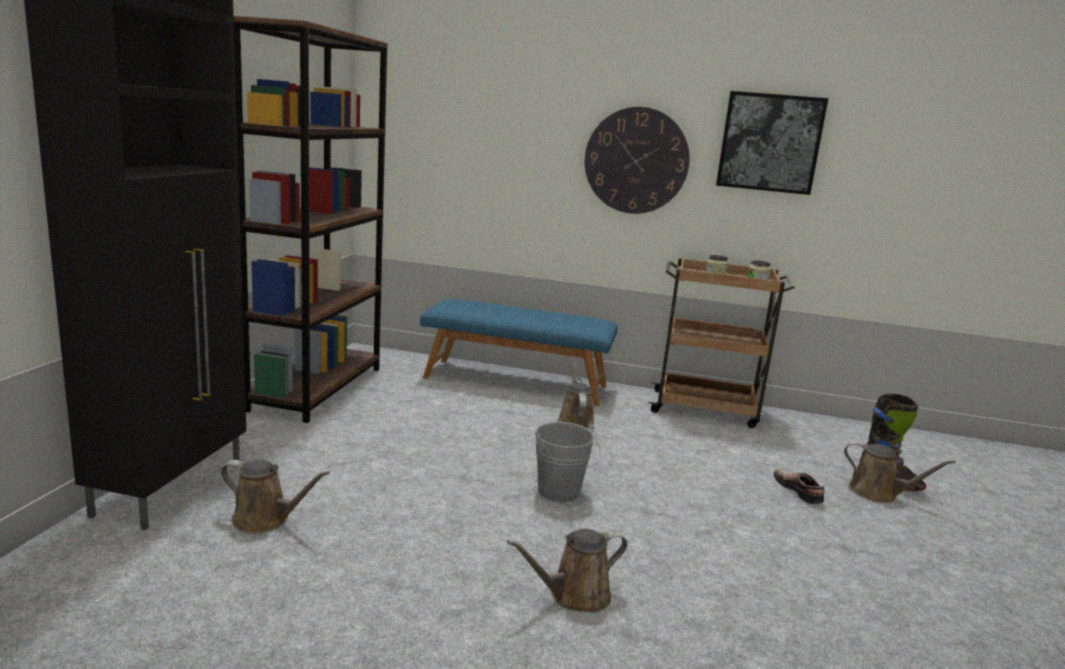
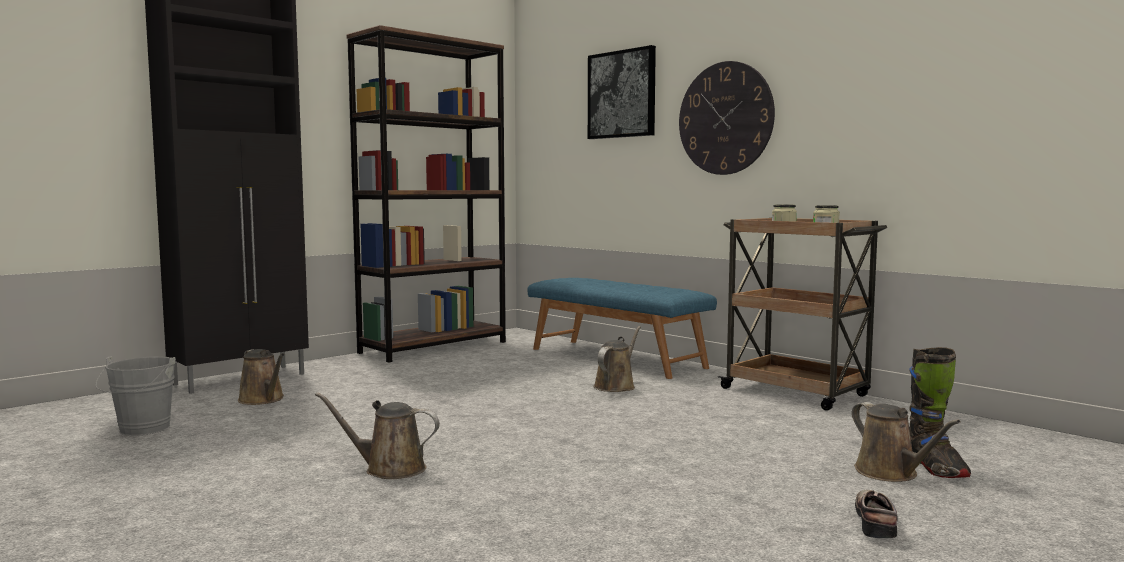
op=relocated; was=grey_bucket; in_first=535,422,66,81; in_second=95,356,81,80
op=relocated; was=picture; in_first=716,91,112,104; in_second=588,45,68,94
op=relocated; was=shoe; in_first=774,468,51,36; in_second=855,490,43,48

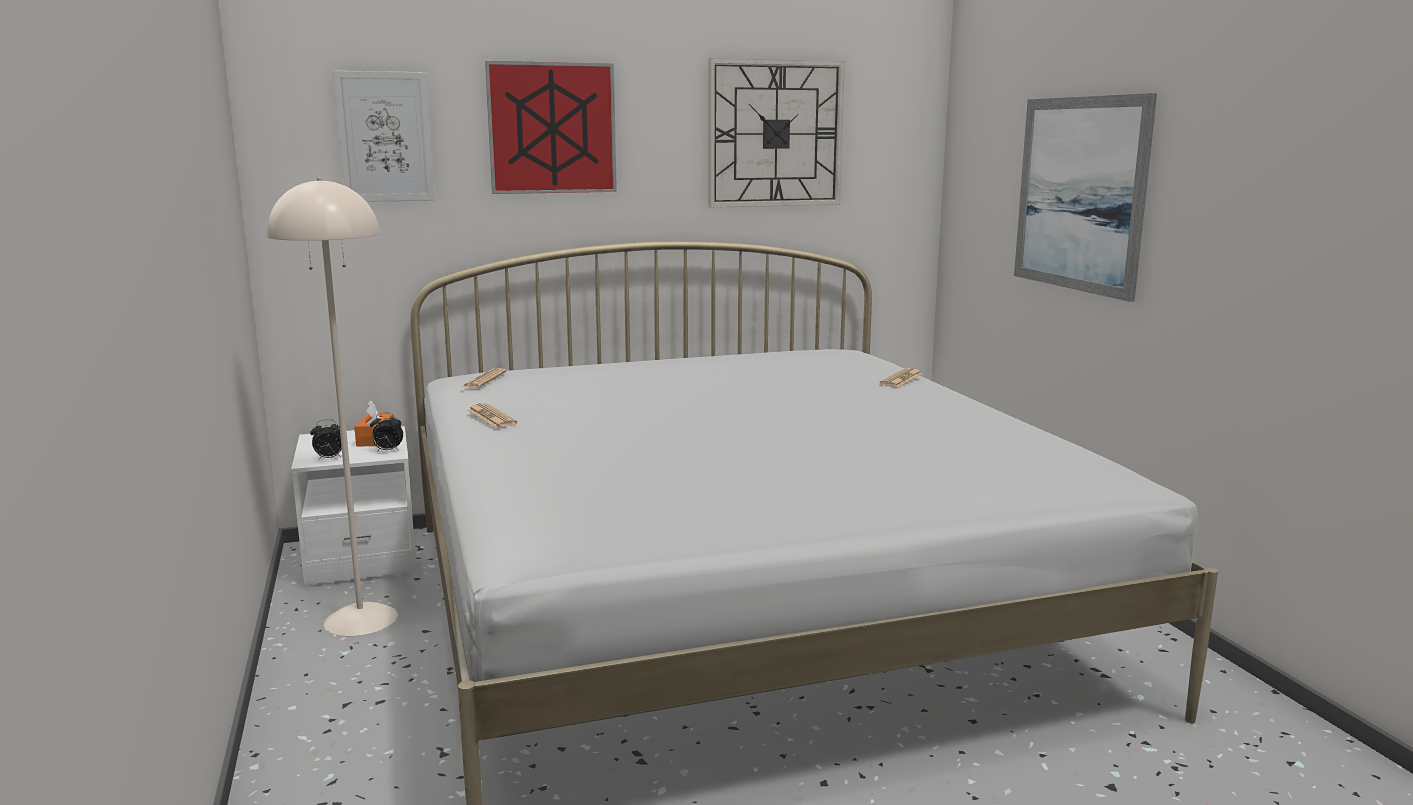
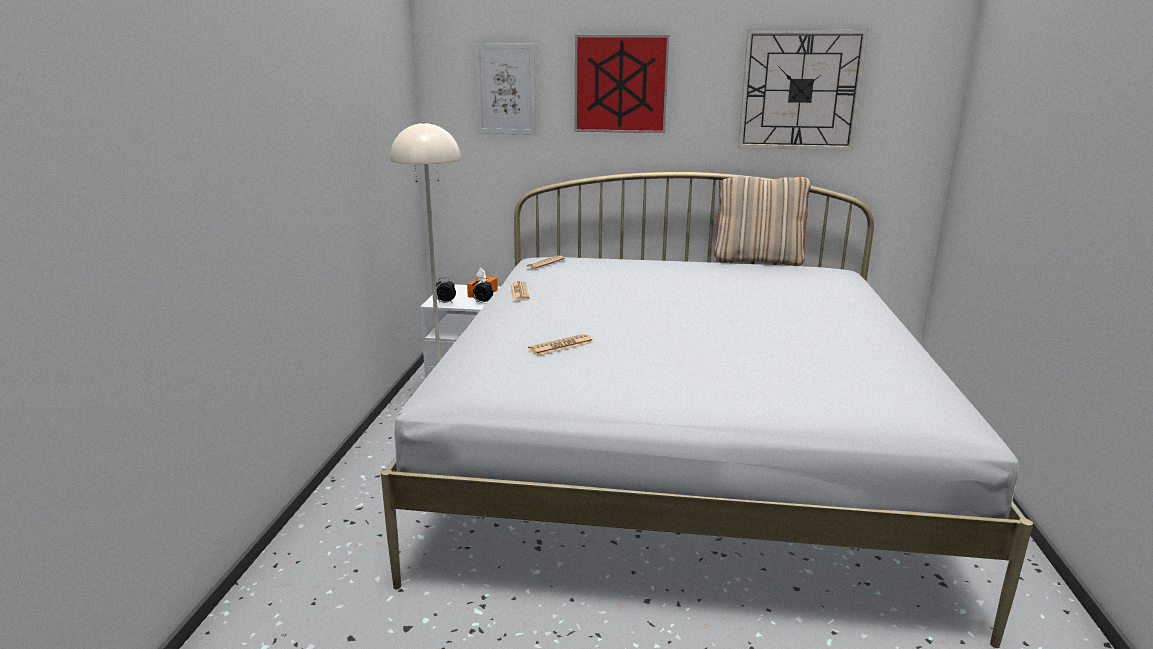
op=relocated; was=newspaper; in_first=880,368,42,19; in_second=528,334,66,22
op=missing; was=picture; in_first=1014,93,143,209
op=appeared; now=beige_pillow; in_second=714,176,97,90

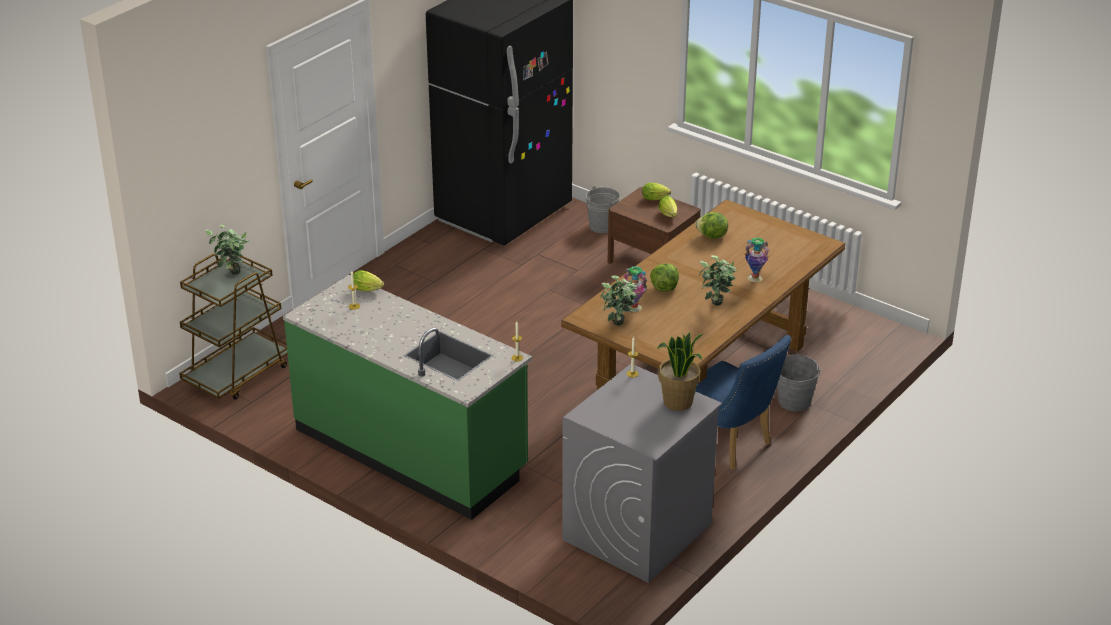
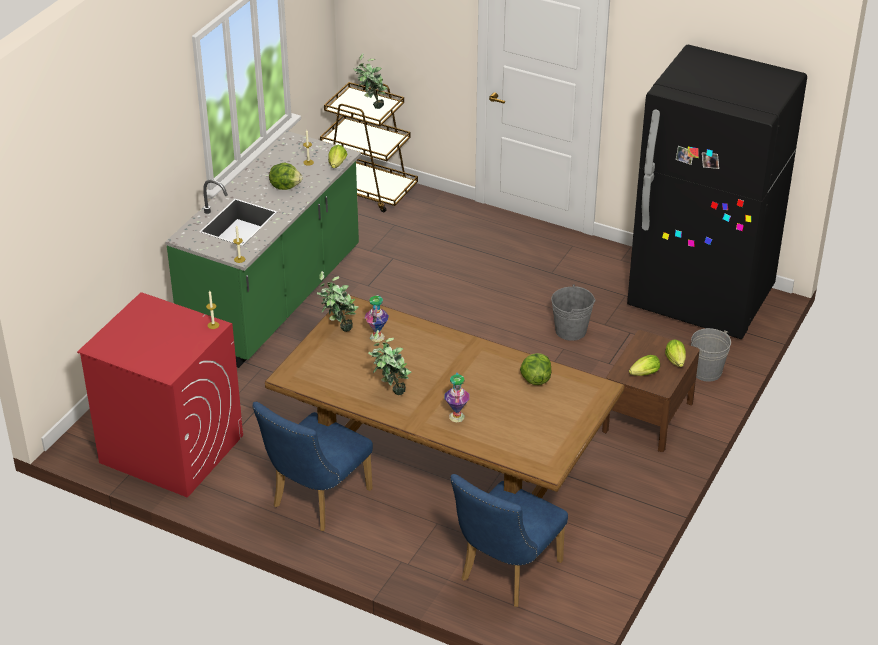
op=colour; was=grey_washing_machine; now=red_washing_machine; in_first=562,364,160,219; in_second=77,292,166,206
op=relocated; was=lettuce; in_first=650,263,29,29; in_second=269,162,34,28
op=missing; was=potted_plant; in_first=657,332,47,79
op=relocated; was=grey_bucket; in_first=777,354,43,57; in_second=551,284,45,57
op=appeared; now=blue_chair; in_second=450,474,118,133

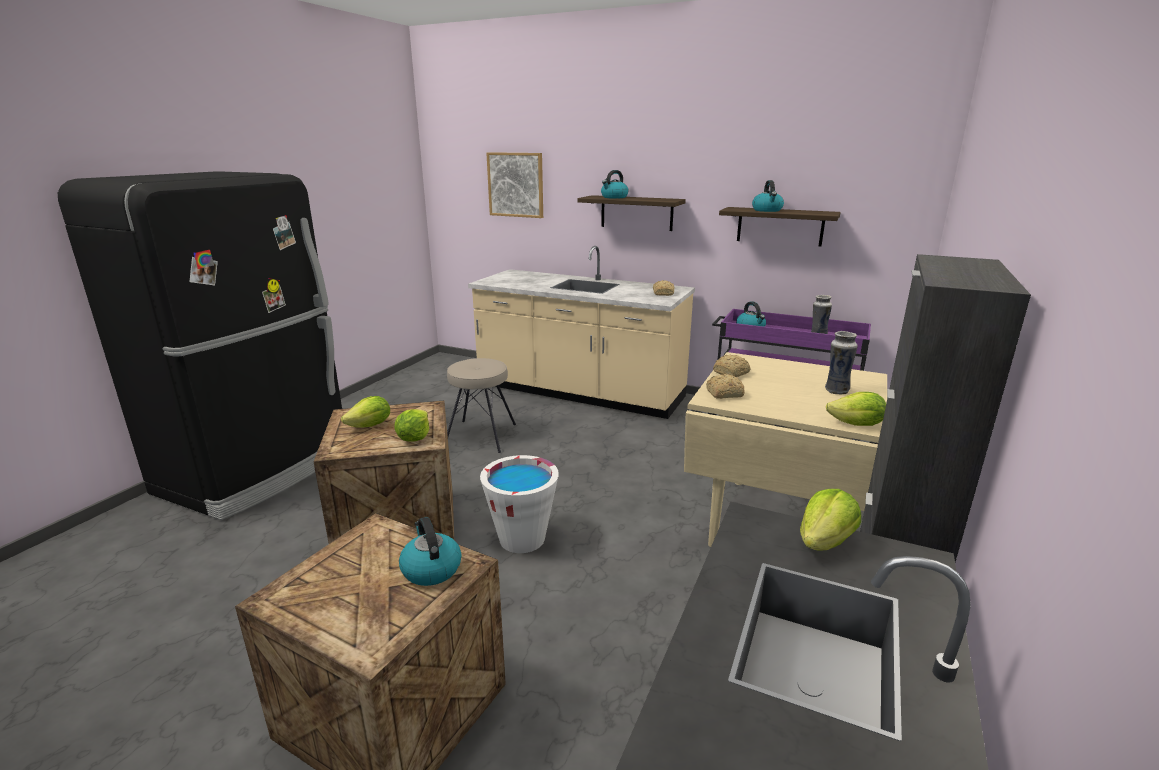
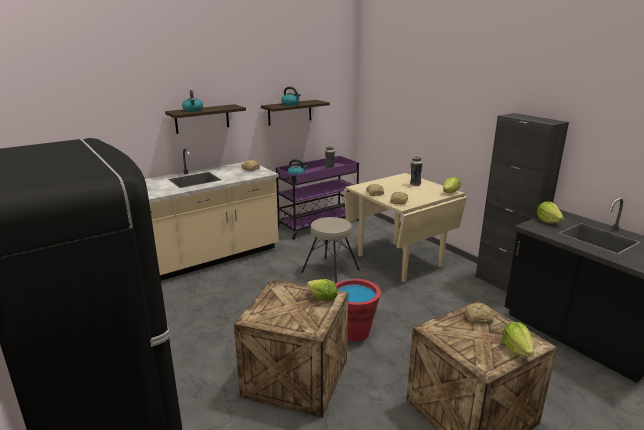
op=relocated; was=lettuce; in_first=341,396,49,32; in_second=502,322,32,35
op=exchanged; was=kettle; now=bread; in_first=399,517,62,69; in_second=465,303,29,21
op=relocated; was=beige_stool; in_first=447,358,69,95; in_second=301,217,59,66
op=colour; was=white_bucket; now=red_bucket; in_first=480,455,79,98; in_second=335,278,46,64
op=missing; was=picture; in_first=486,152,57,66

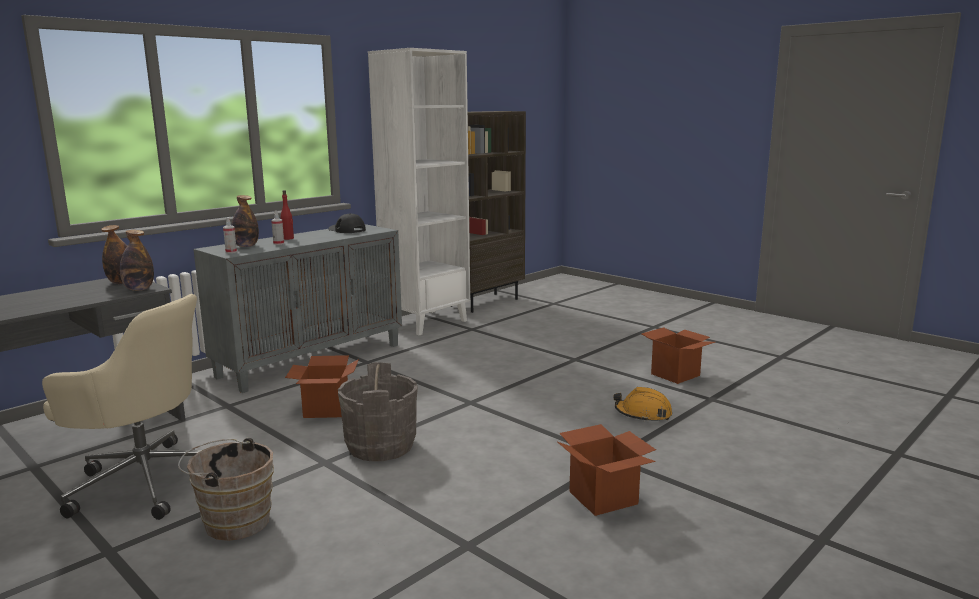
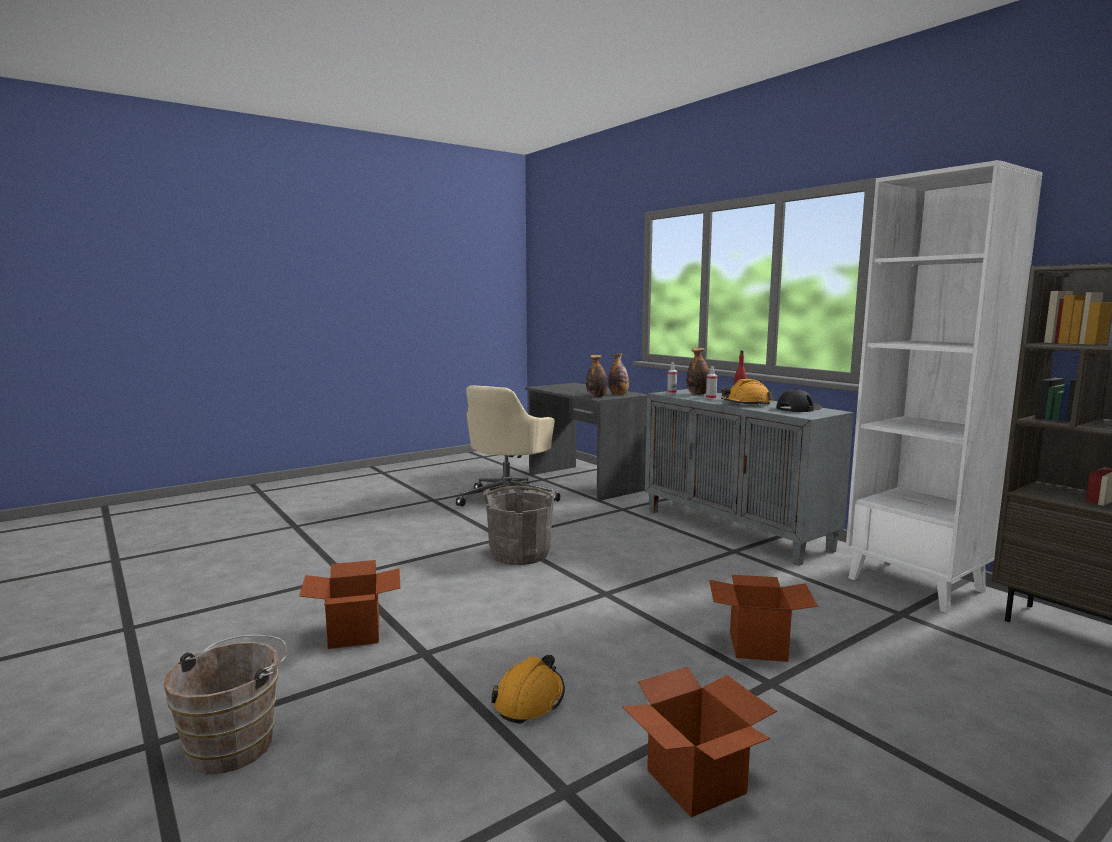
op=relocated; was=brown_bucket; in_first=178,438,96,103; in_second=163,635,125,139
op=relocated; was=cardboard_box; in_first=285,355,74,63; in_second=709,575,109,87
op=appeared; now=orange_hard_hat; in_second=721,379,52,27

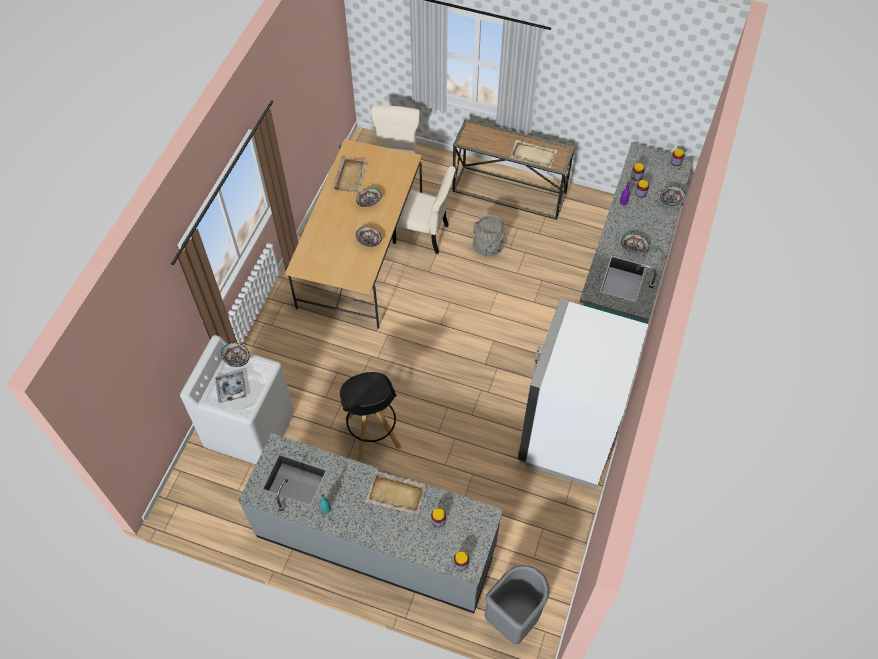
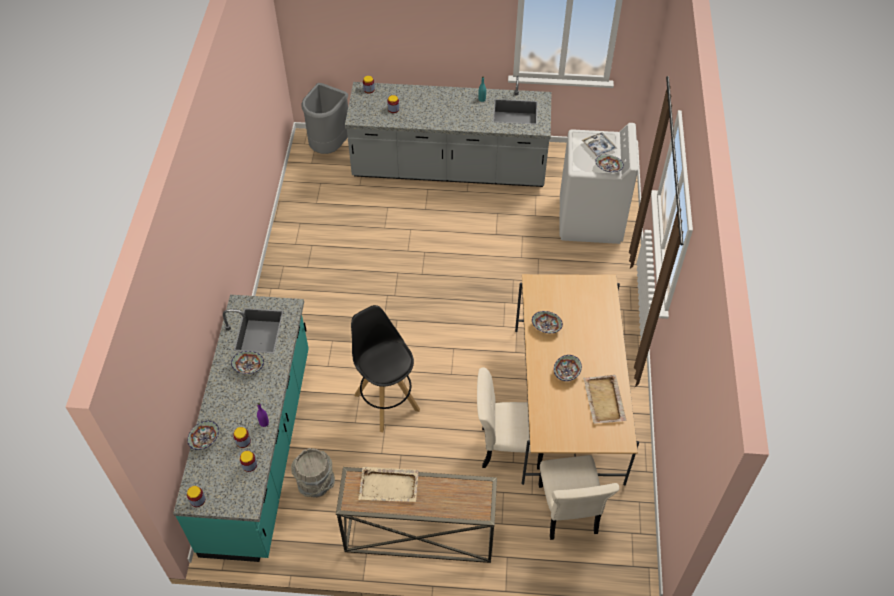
op=relocated; was=black_stool; in_first=340,372,61,89; in_second=351,305,69,127
op=missing; was=beige_tray; in_first=366,471,61,43
op=relocated; was=grey_bucket; in_first=473,215,33,42; in_second=291,448,44,50
op=missing; was=white_fridge; in_first=518,299,130,189

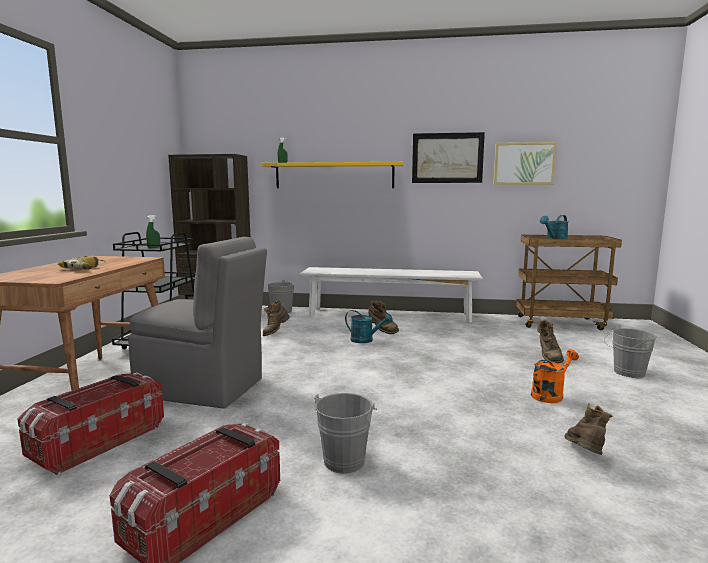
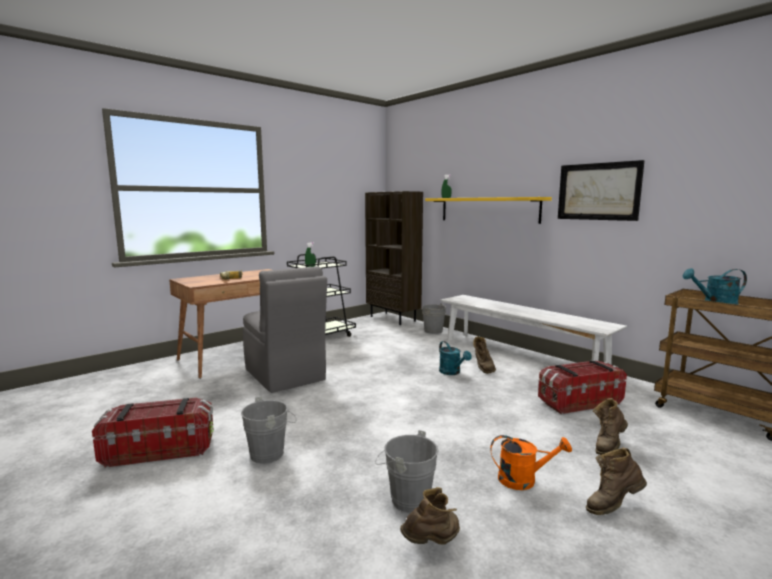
op=relocated; was=storage_box; in_first=17,372,147,103; in_second=538,361,89,53
op=relocated; was=brown_boot; in_first=263,301,27,35; in_second=586,448,61,67
op=missing; was=picture; in_first=493,142,64,43
op=relocated; was=grey_bucket; in_first=604,324,52,54; in_second=375,430,64,83

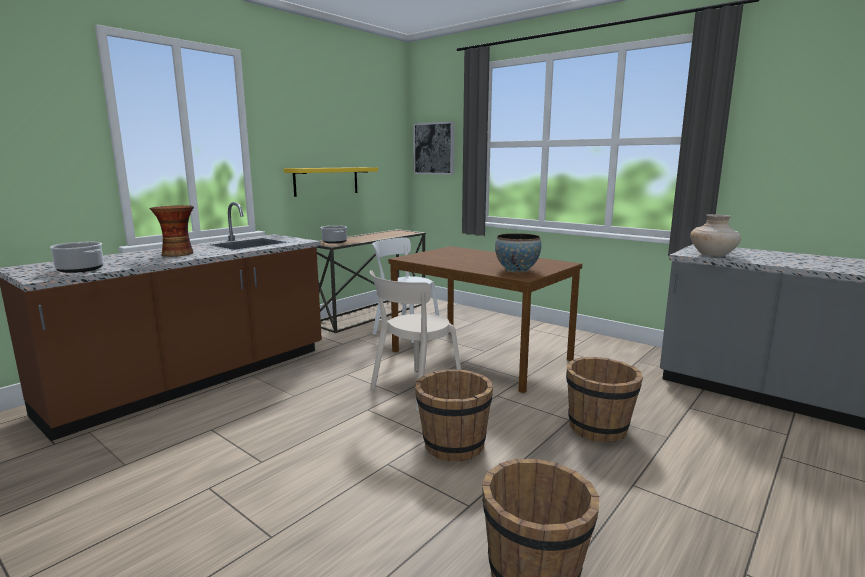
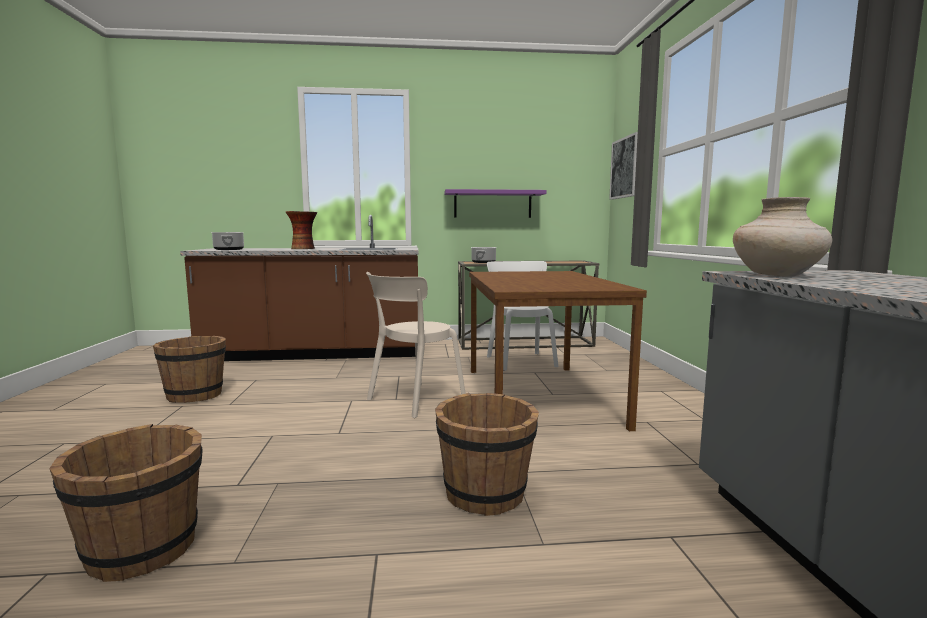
op=colour; was=yellow_shelf; now=purple_shelf; in_first=284,167,94,30; in_second=444,189,102,29
op=spun; was=beige_chair; in_first=370,270,91,141; in_second=366,272,100,146; clockwise=-45
op=relocated; was=brown_bucket; in_first=415,369,78,92; in_second=153,336,73,67
op=missing; was=bowl; in_first=495,233,46,40

